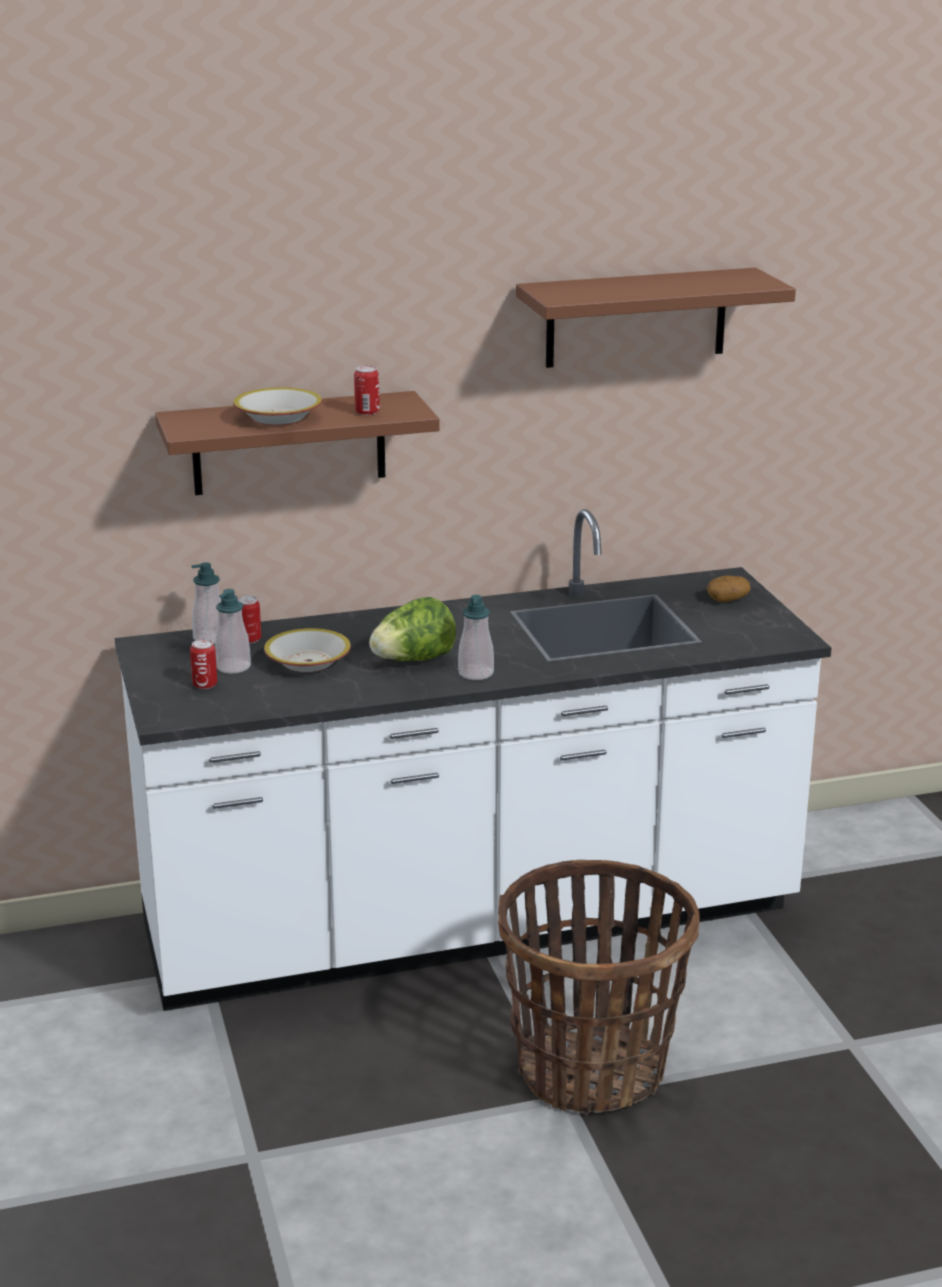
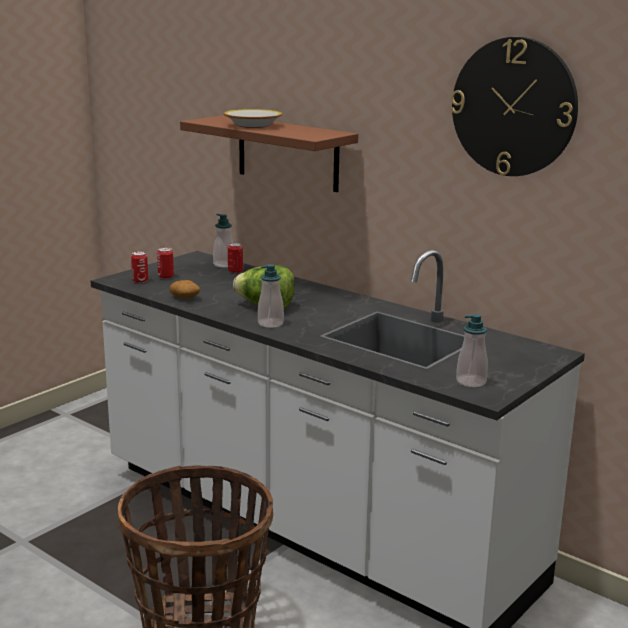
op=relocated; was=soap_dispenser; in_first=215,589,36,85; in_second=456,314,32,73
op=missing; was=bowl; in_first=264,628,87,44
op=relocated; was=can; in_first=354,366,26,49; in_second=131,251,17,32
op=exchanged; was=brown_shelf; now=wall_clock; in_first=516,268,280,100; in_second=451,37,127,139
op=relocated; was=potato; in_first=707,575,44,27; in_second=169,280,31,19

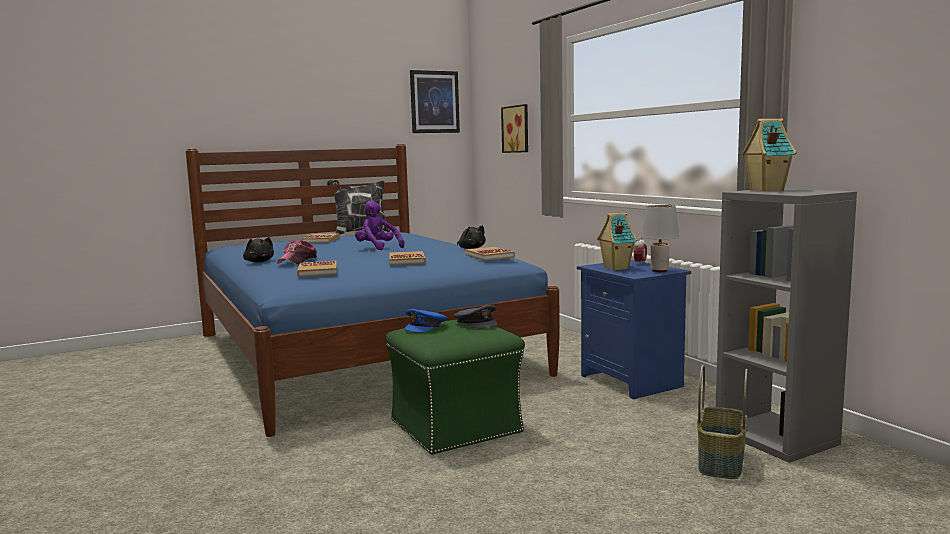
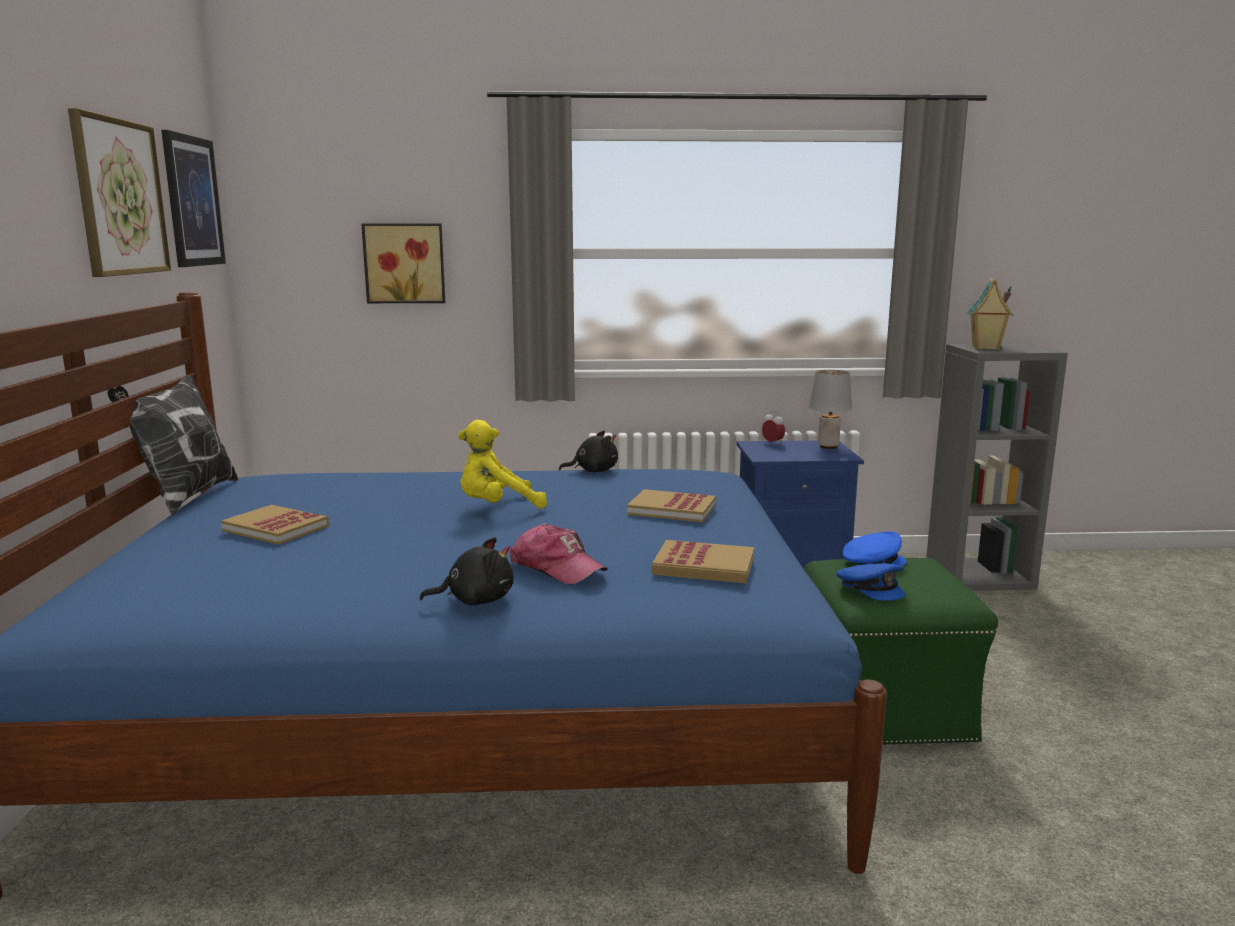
op=colour; was=purple_plush_toy; now=yellow_plush_toy; in_first=355,201,50,49; in_second=458,420,89,89
op=colour; was=grey_cap; now=blue_cap; in_first=454,305,44,23; in_second=843,531,63,35
op=missing; was=book; in_first=465,247,50,14
op=missing; was=toy_house; in_first=597,212,40,59
op=missing; was=basket; in_first=697,365,51,114
op=appeared; now=picture; in_second=68,108,103,169

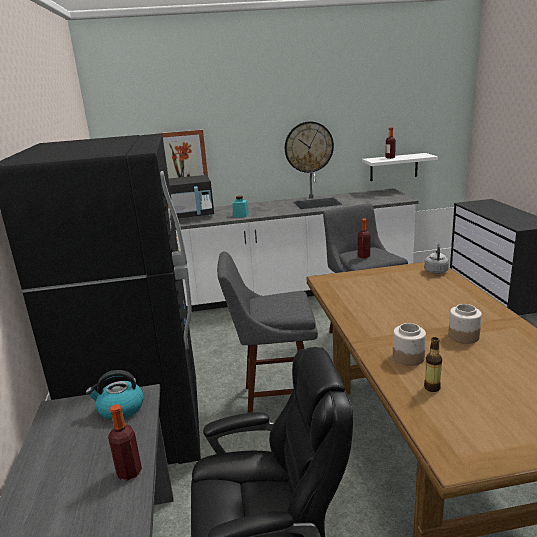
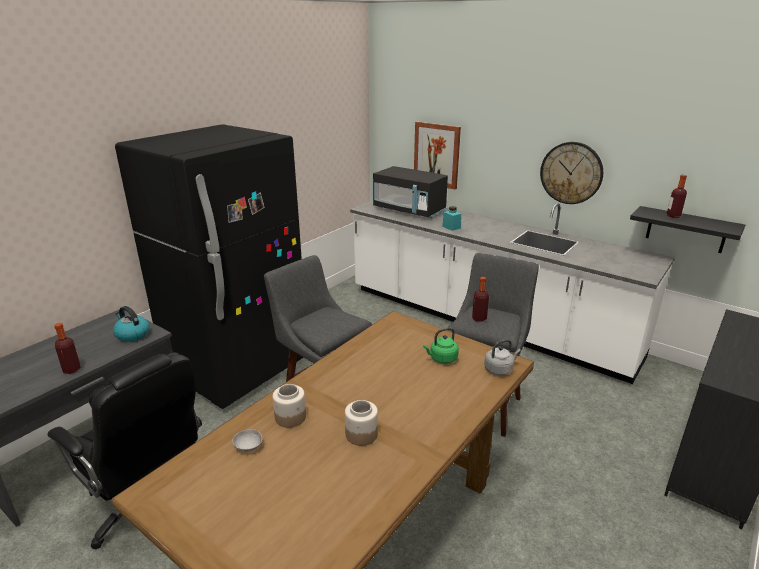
op=colour; was=white_shelf; now=black_shelf; in_first=362,153,76,28; in_second=630,206,115,47
op=exchanged; was=bottle; now=grey_bowl; in_first=424,337,18,55; in_second=232,429,31,23
op=appeared; now=green_kettle; in_second=423,328,36,36

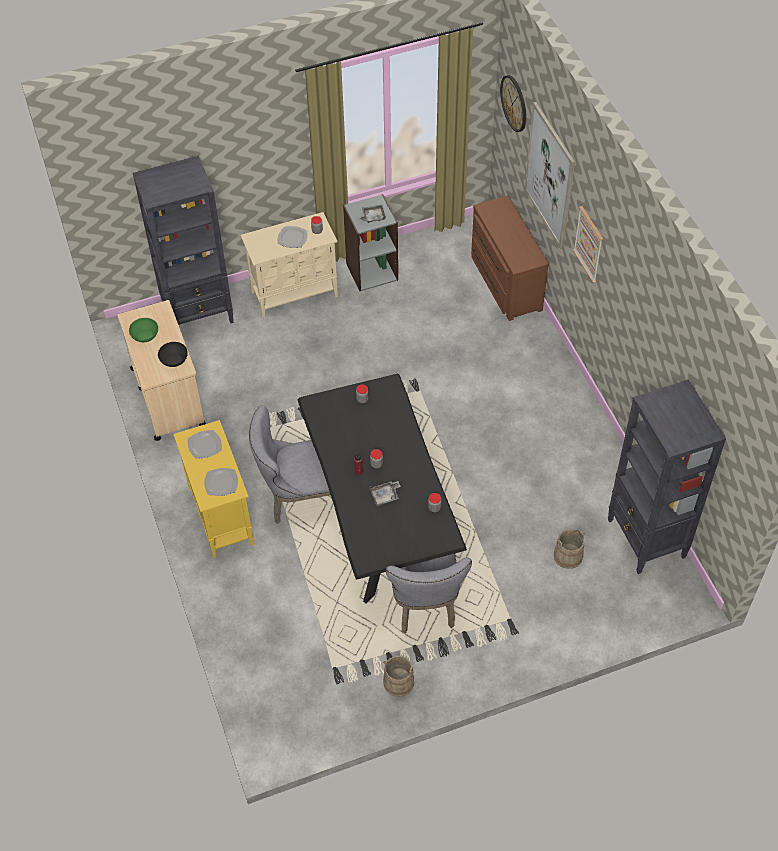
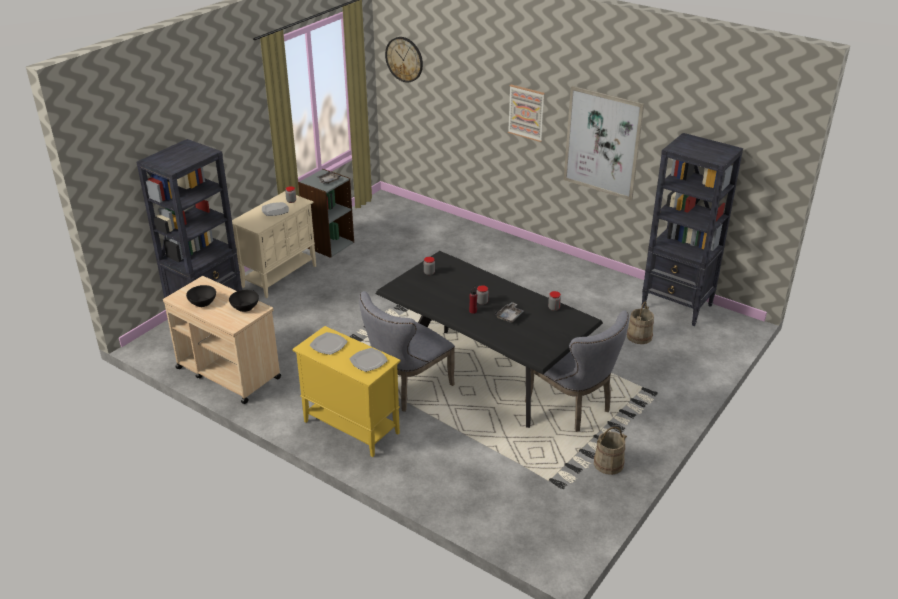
op=colour; was=green_bowl; now=black_bowl; in_first=129,318,29,24; in_second=186,285,30,22
op=missing; was=brown_dresser; in_first=471,195,78,126
op=relocated; was=picture; in_first=525,102,50,147; in_second=564,86,80,115

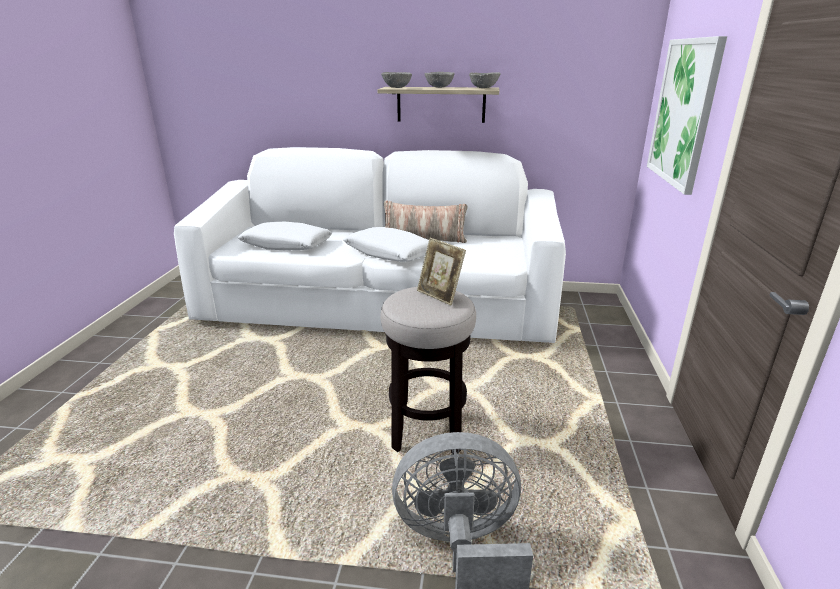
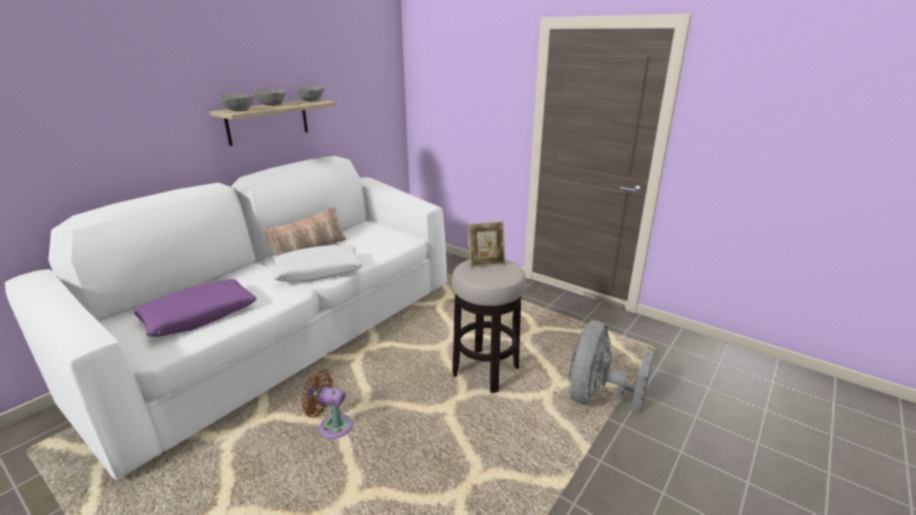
op=colour; was=white_pillow; now=purple_pillow; in_first=238,222,94,29; in_second=134,279,123,58
op=missing; was=picture; in_first=647,36,80,159
op=appeared; now=brown_fan; in_second=302,370,51,69

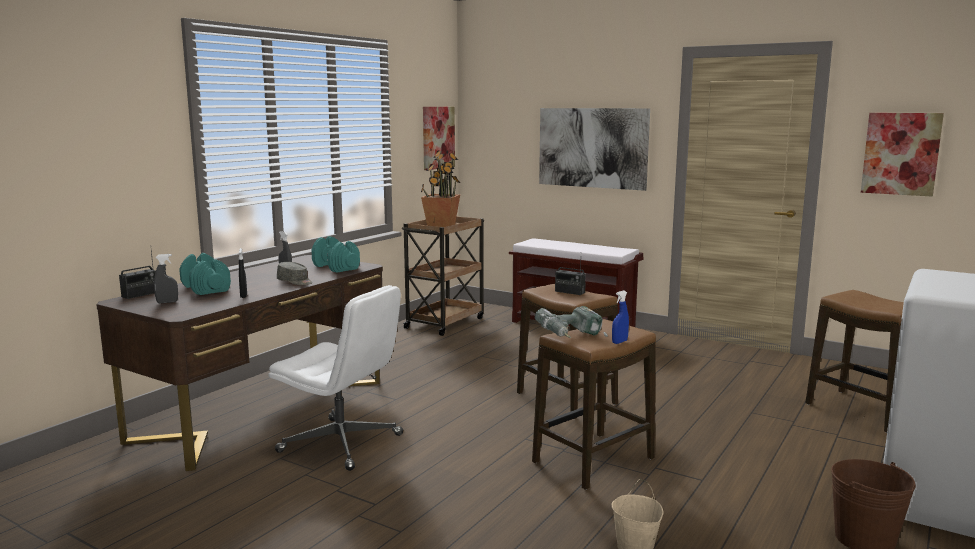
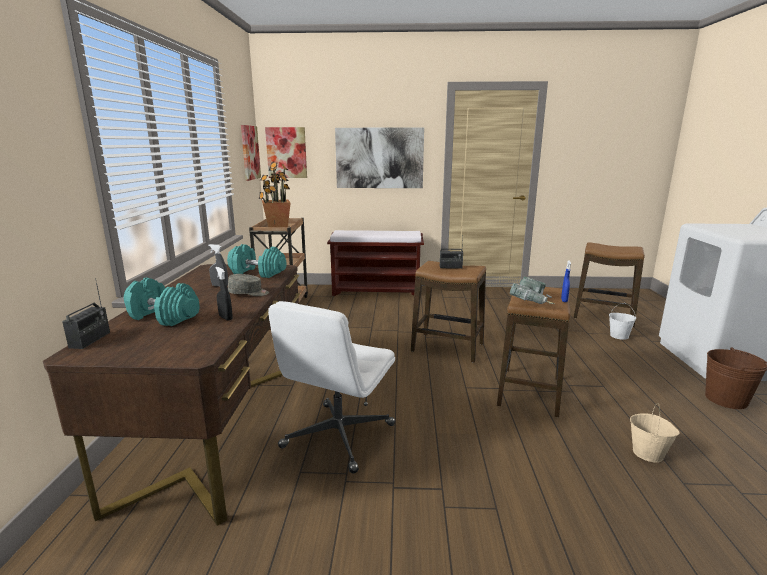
op=missing; was=grey_spray_bottle; in_first=154,254,24,49
op=spun; was=white_office_chair; in_first=268,285,135,186; in_second=268,301,127,173; clockwise=120
op=relocated; was=picture; in_first=861,113,83,84; in_second=265,127,42,51
op=appeared; now=white_bucket; in_second=609,303,27,37

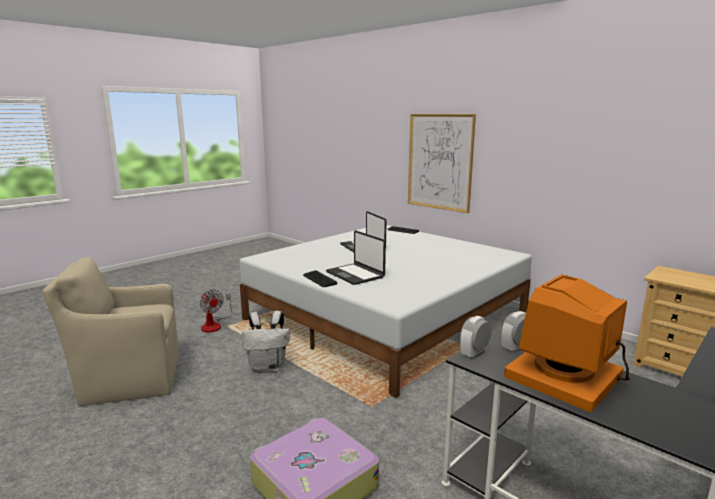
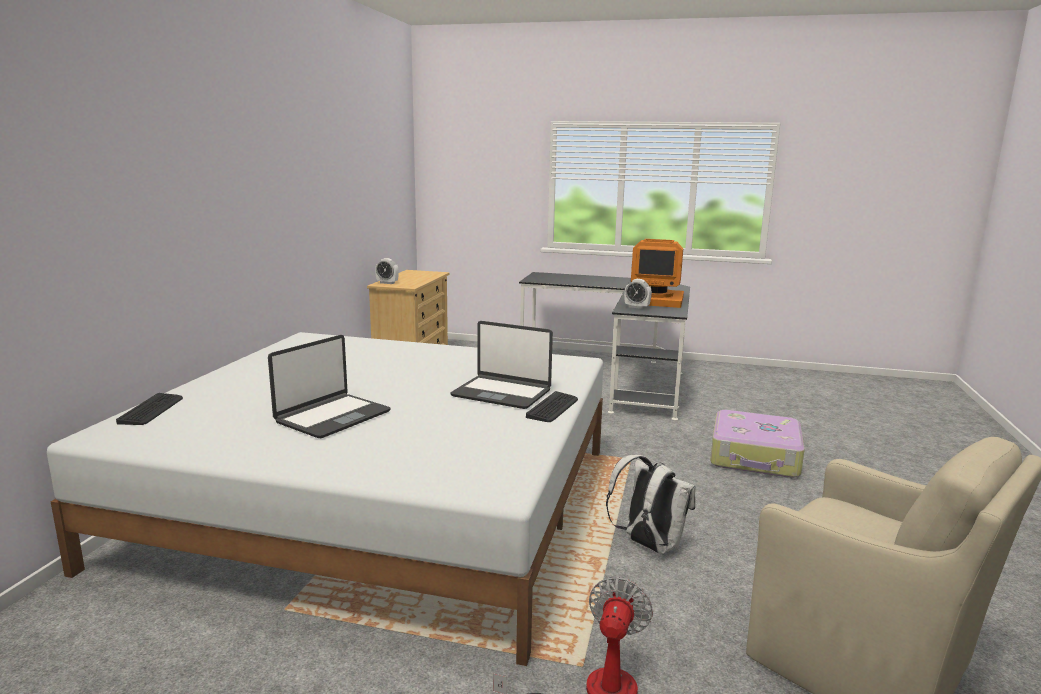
op=spun; was=laptop; in_first=326,230,60,55; in_second=450,321,103,88; clockwise=90
op=missing; was=picture; in_first=408,114,68,99
op=relocated; was=alarm_clock; in_first=460,316,32,43; in_second=375,258,24,26

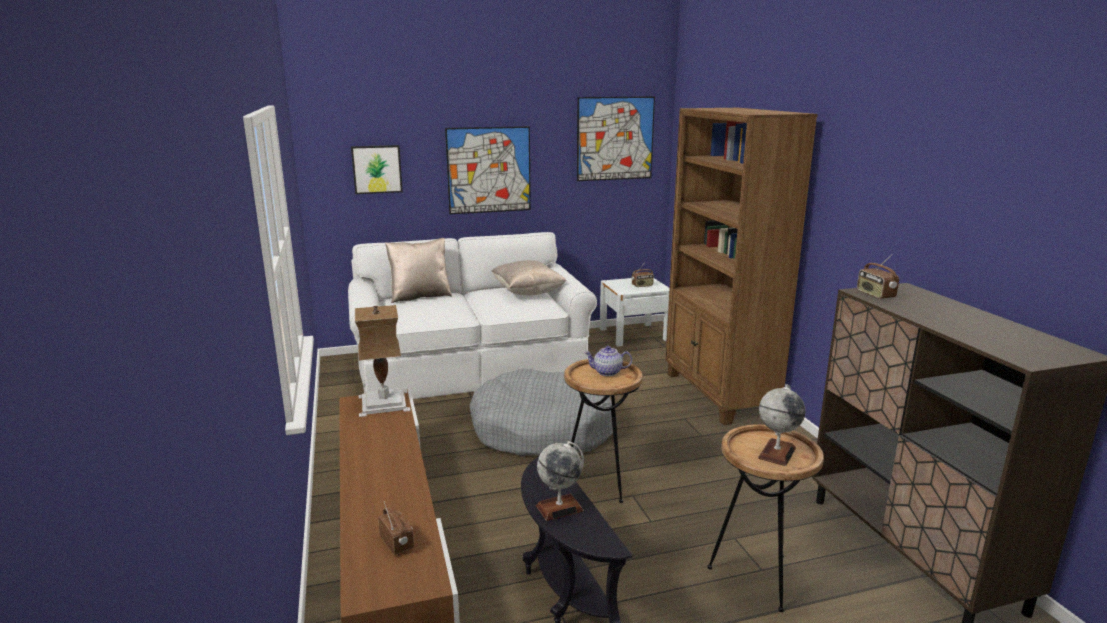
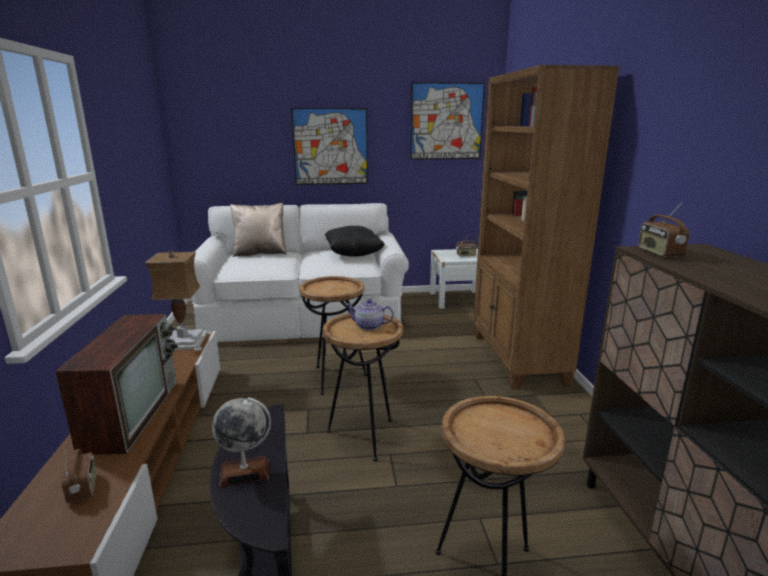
op=missing; was=picture; in_first=351,145,52,49
op=exchanged; was=grey_dog_bed; now=brown_side_table; in_first=469,369,144,87; in_second=299,276,68,119
op=colour; was=beige_pillow; now=black_pillow; in_first=491,260,76,35; in_second=325,226,60,31
op=missing; was=globe; in_first=758,384,47,82
op=appeared; now=television; in_second=55,314,123,141

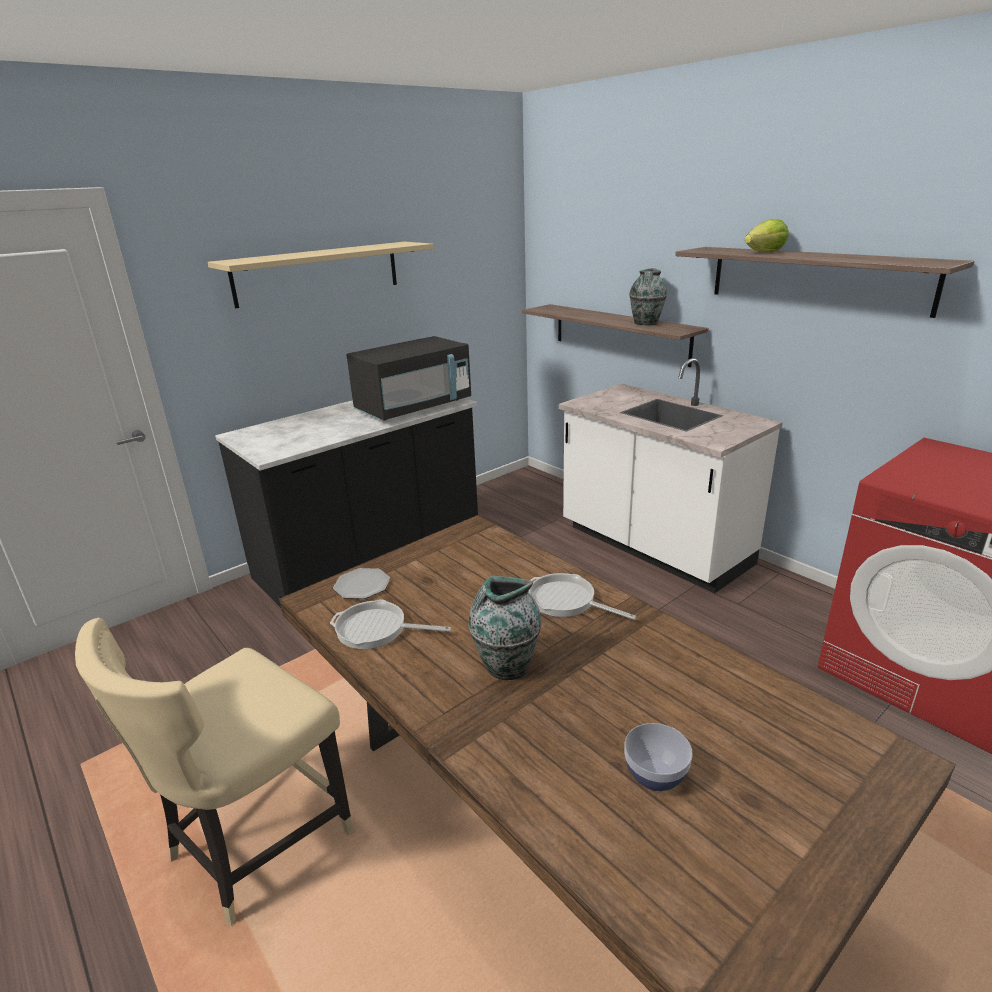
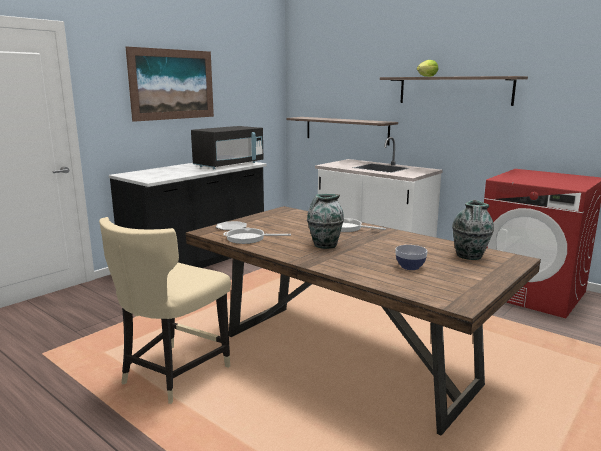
op=exchanged; was=beige_shelf; now=picture; in_first=208,242,225,66; in_second=126,47,88,75
op=relocated; was=vase; in_first=629,268,38,57; in_second=452,200,42,60

